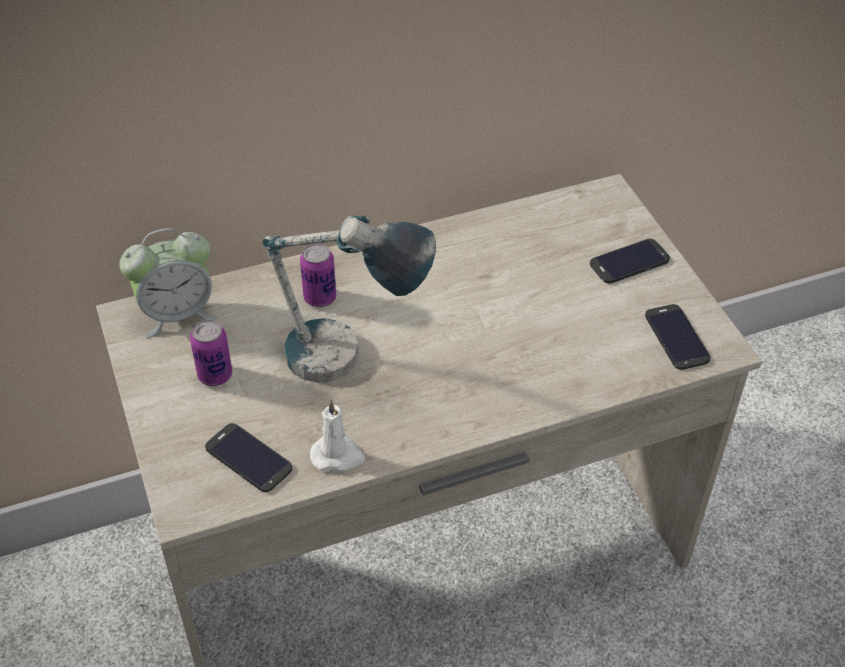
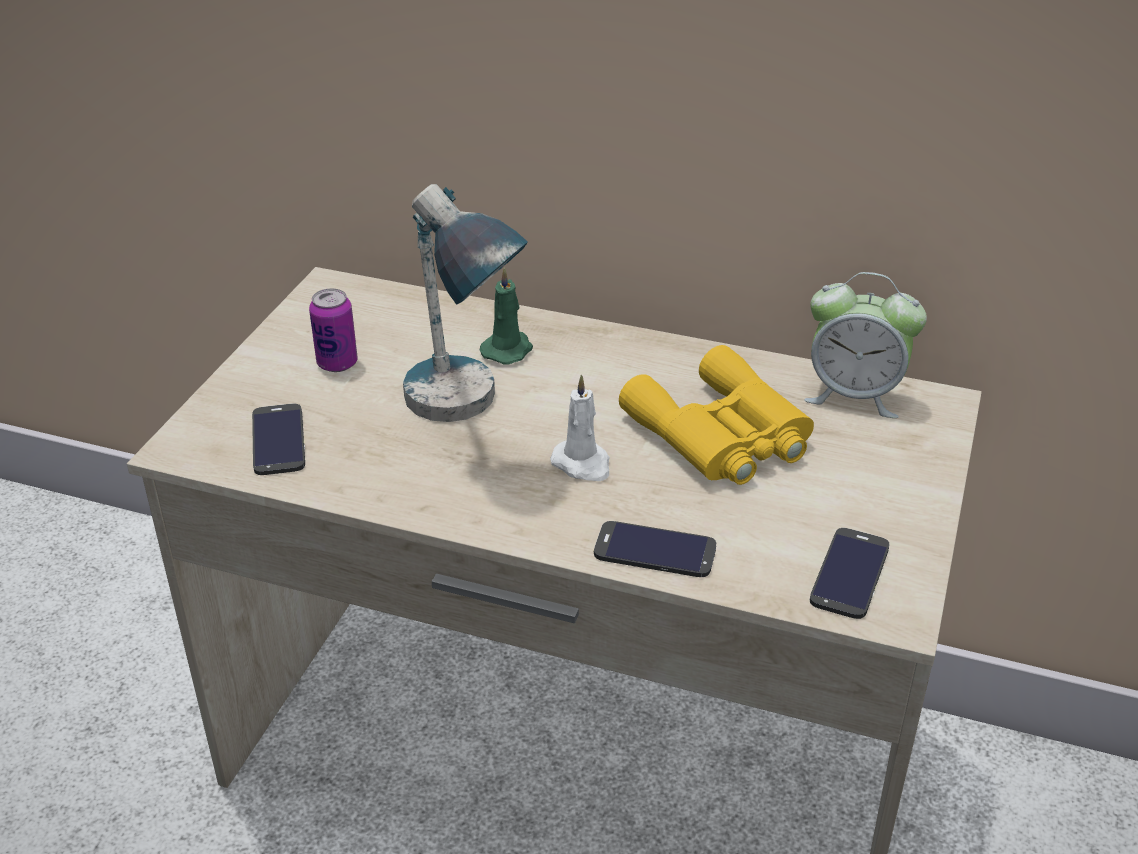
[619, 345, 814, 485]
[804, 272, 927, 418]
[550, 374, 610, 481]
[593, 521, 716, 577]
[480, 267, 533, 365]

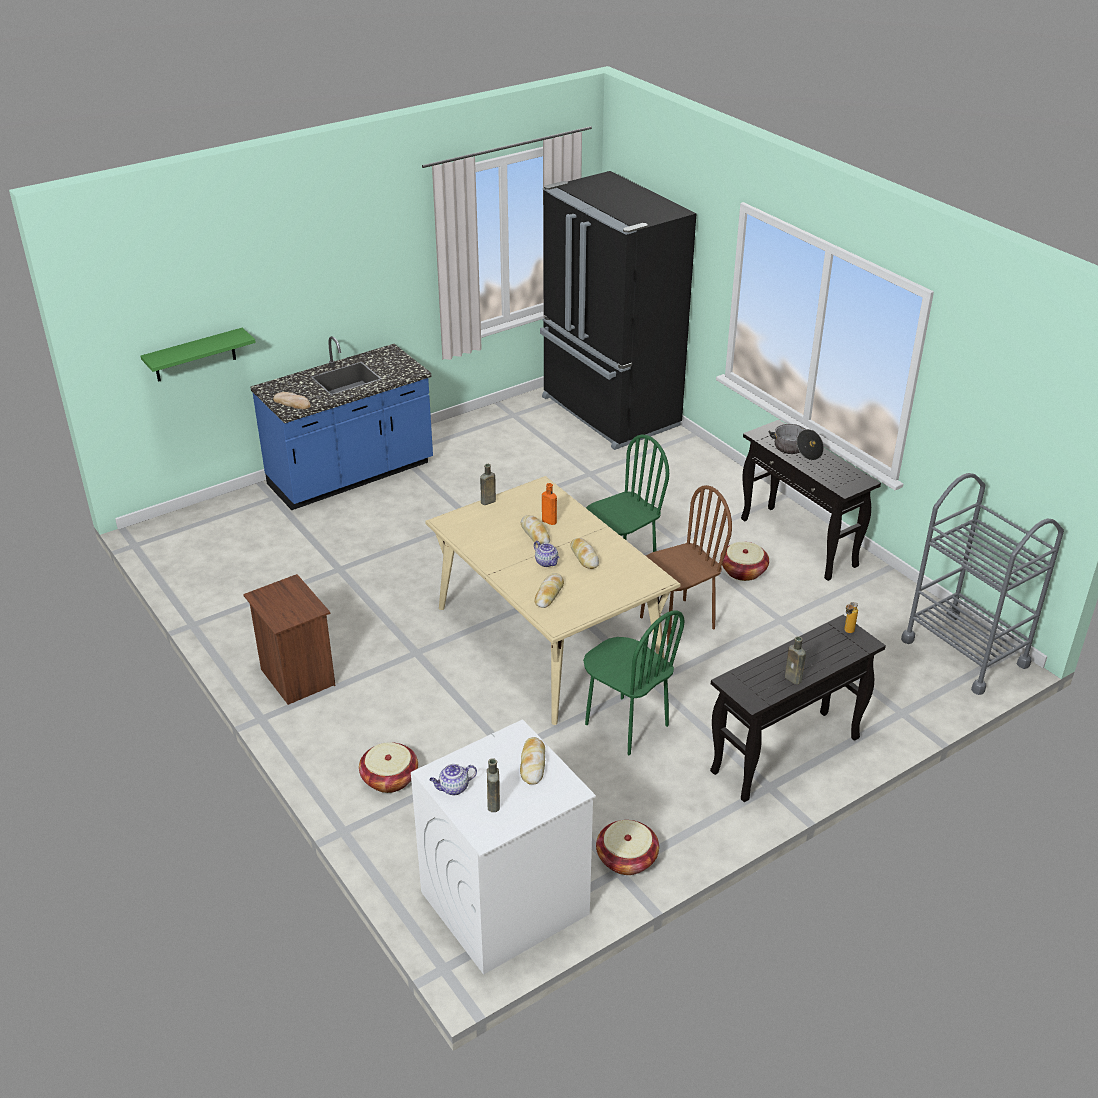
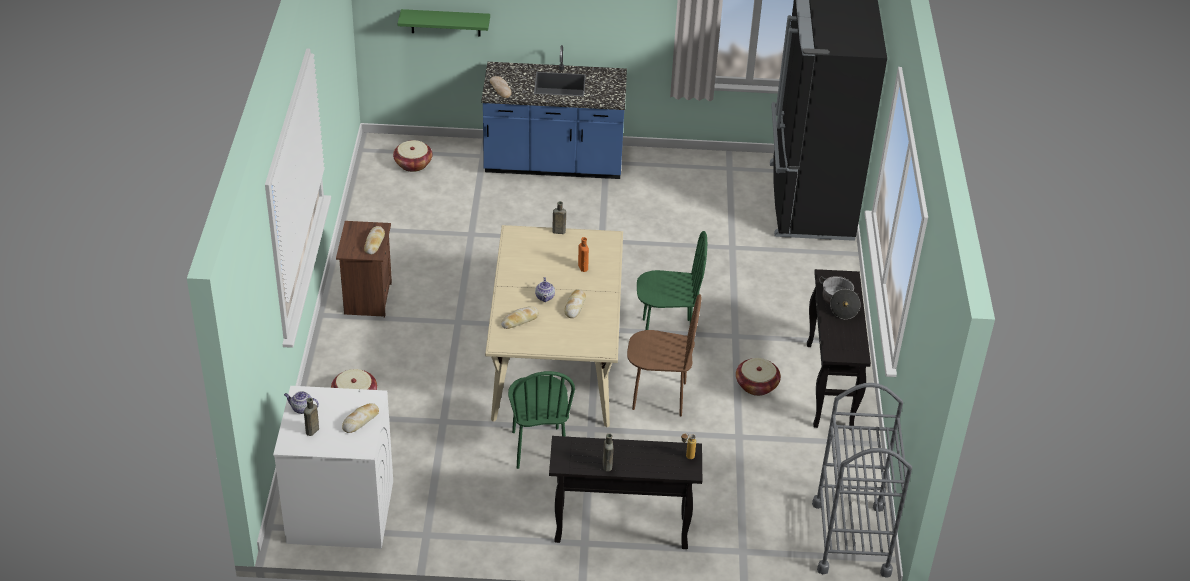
[364, 226, 385, 255]
[393, 140, 433, 172]

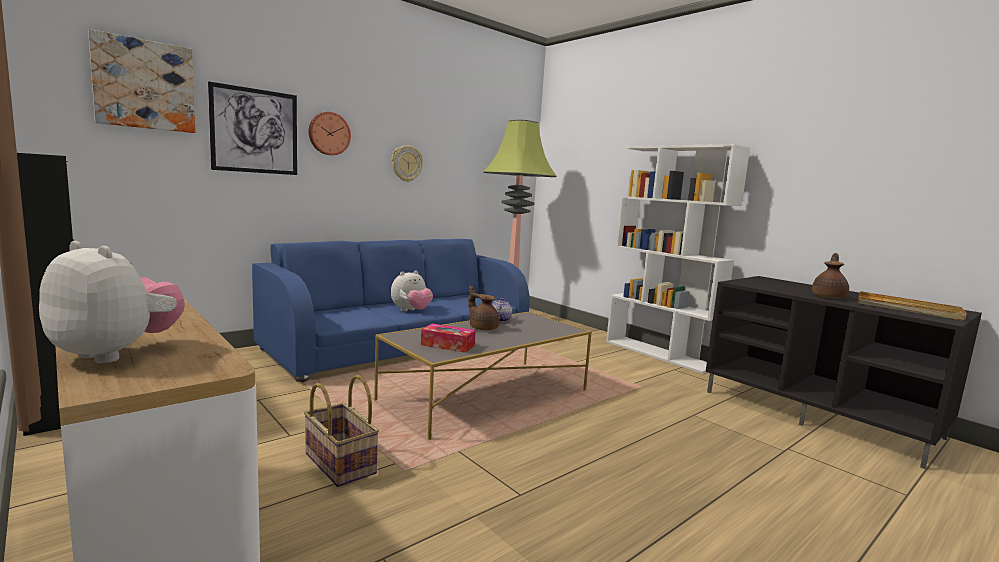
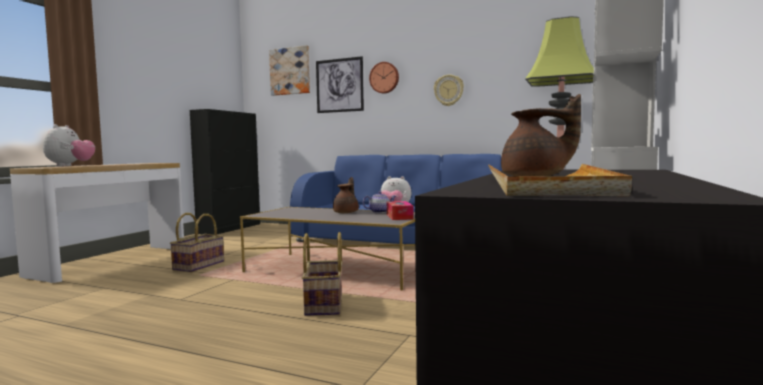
[302, 232, 342, 316]
[387, 201, 414, 220]

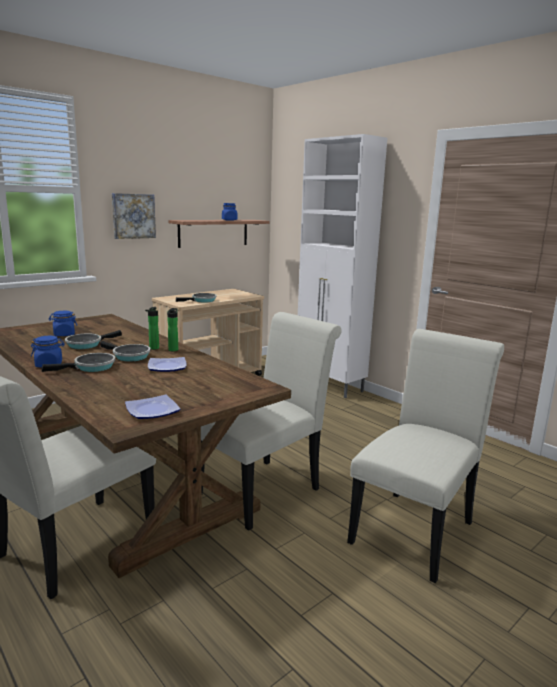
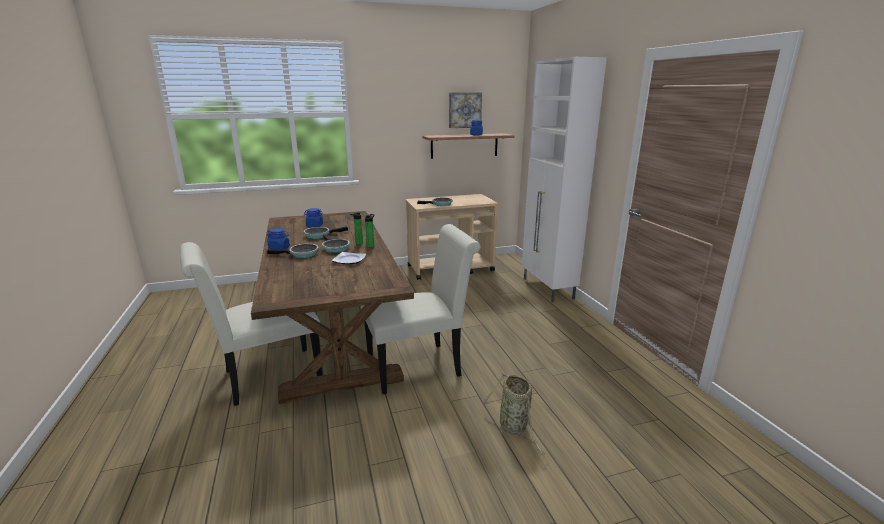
[125, 394, 181, 419] (first image)
[449, 93, 482, 128]
[482, 373, 546, 454]

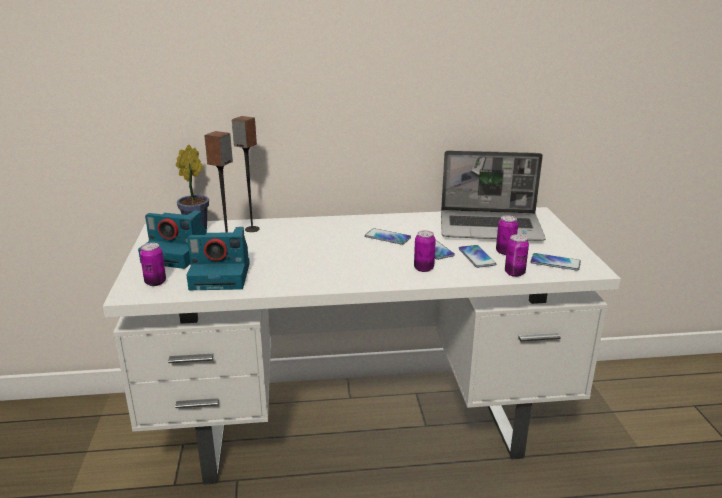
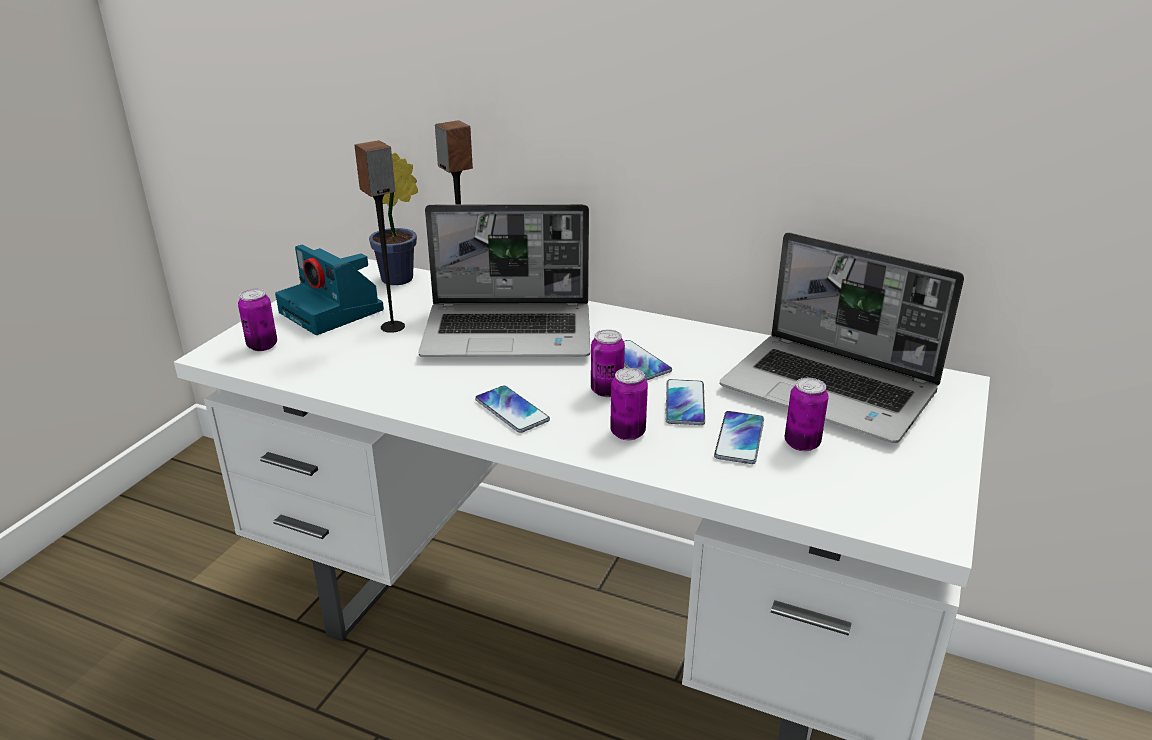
[186, 227, 250, 290] (first image)
[418, 204, 591, 357]
[591, 330, 625, 397]
[475, 386, 550, 433]

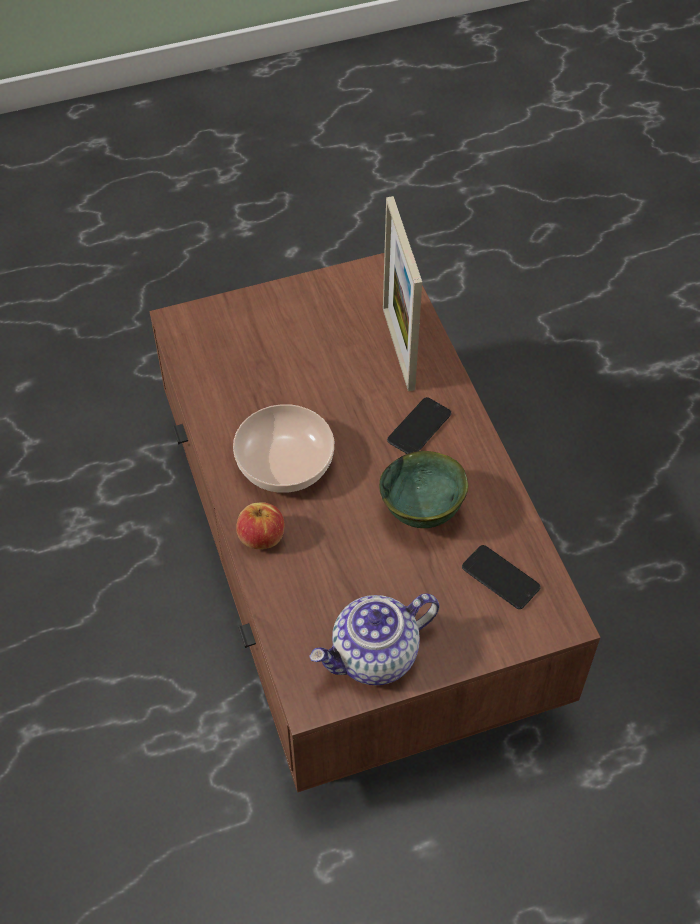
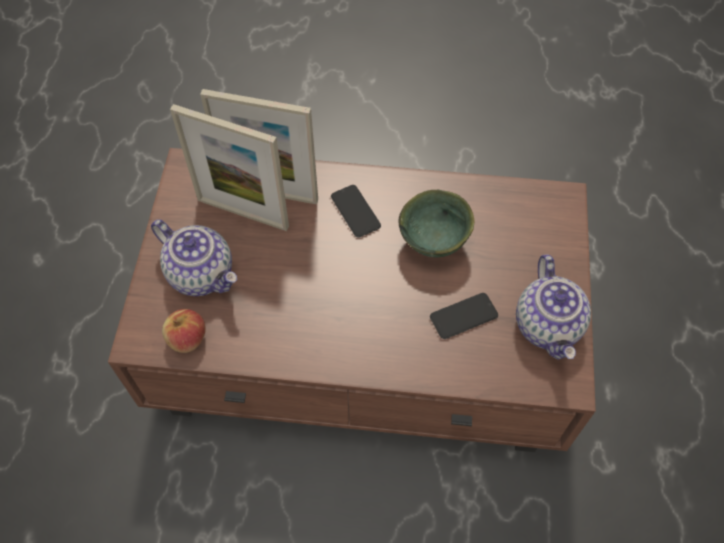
[233, 404, 334, 493] (first image)
[151, 219, 237, 296]
[170, 104, 289, 231]
[162, 309, 206, 353]
[430, 293, 498, 339]

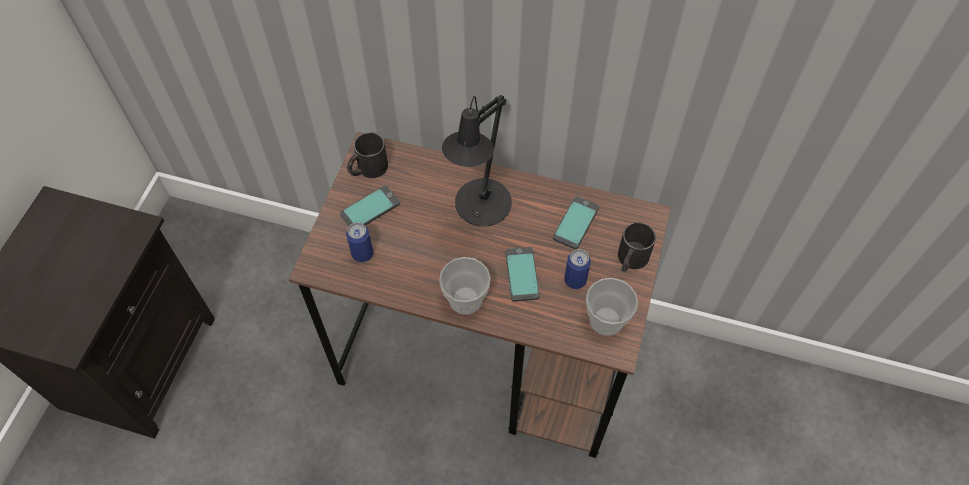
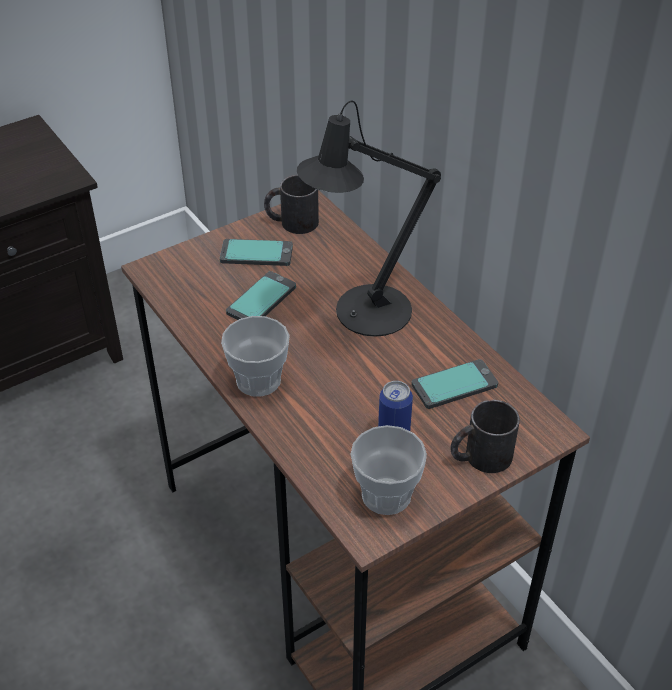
[346, 222, 373, 262] (first image)
[226, 271, 296, 320]

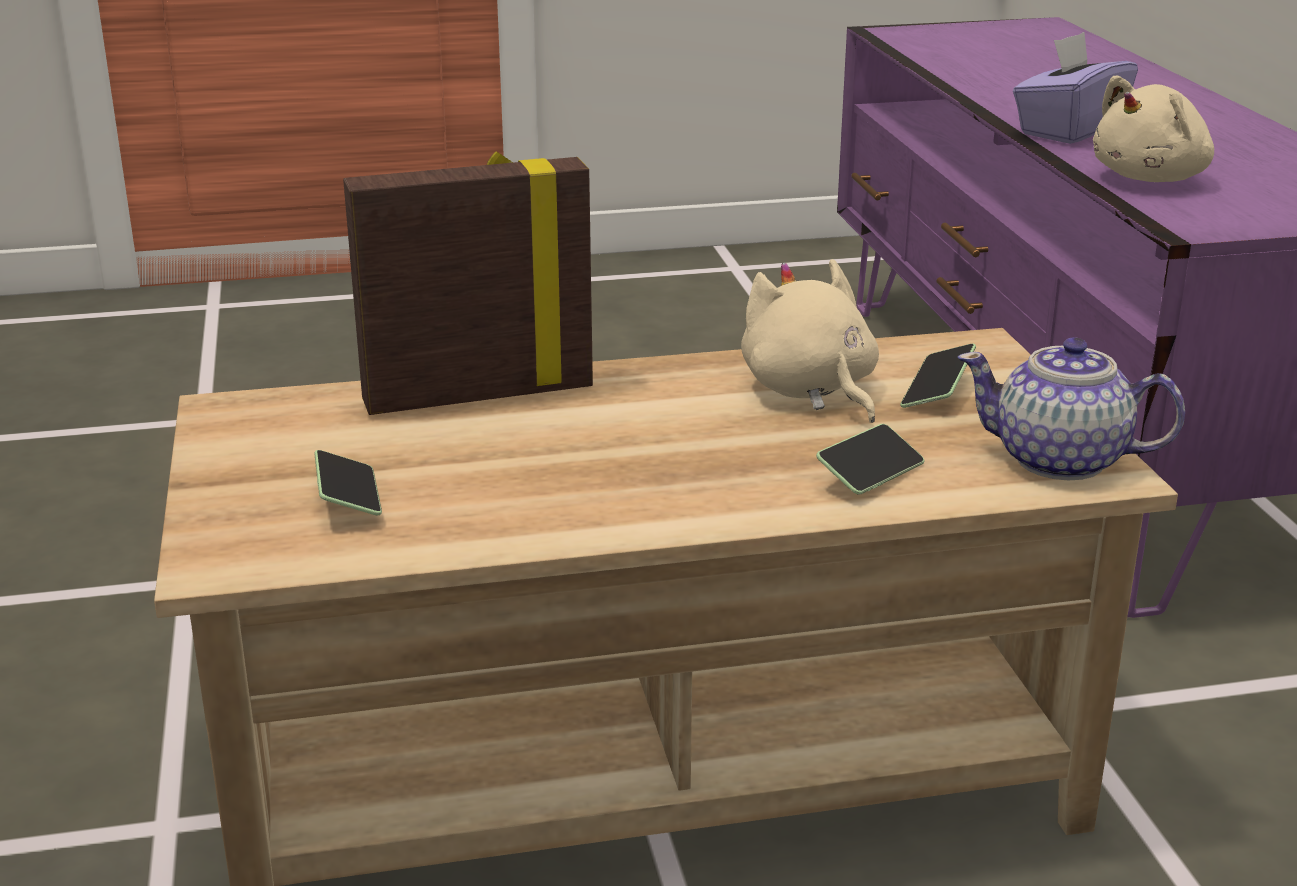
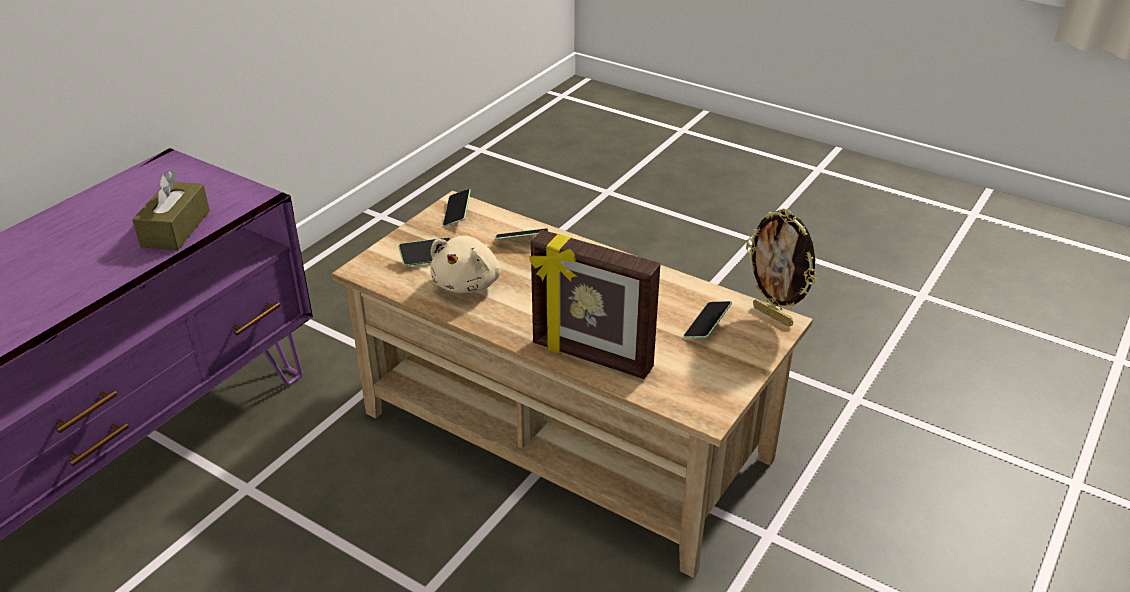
[1013, 32, 1138, 144] (first image)
[746, 209, 817, 326]
[443, 189, 471, 227]
[132, 171, 210, 250]

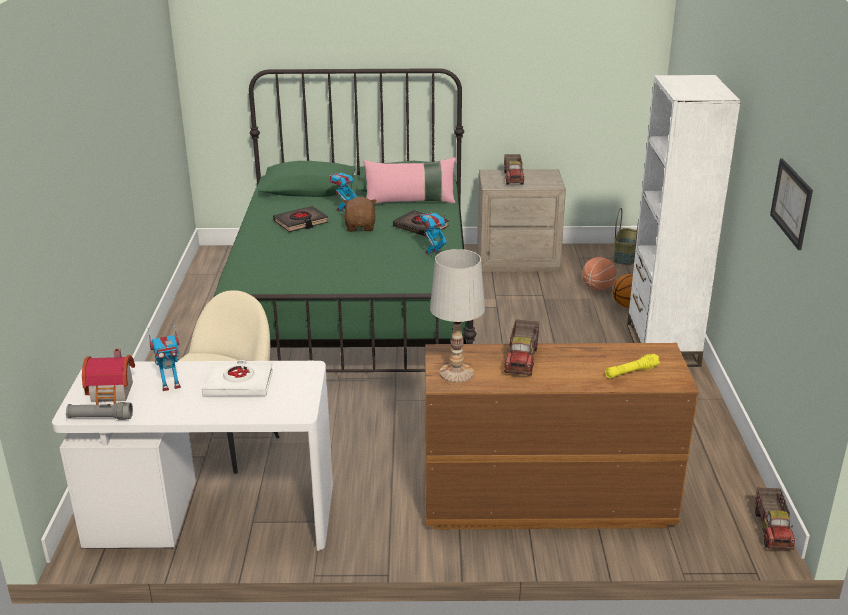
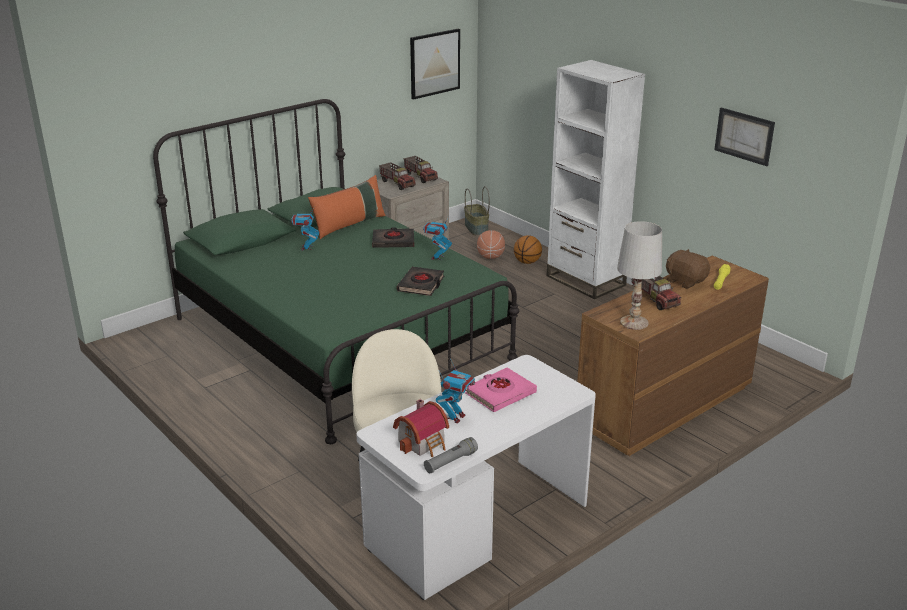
[410, 29, 460, 100]
[397, 267, 444, 296]
[666, 249, 710, 289]
[404, 156, 438, 183]
[465, 368, 537, 412]
[308, 175, 386, 239]

